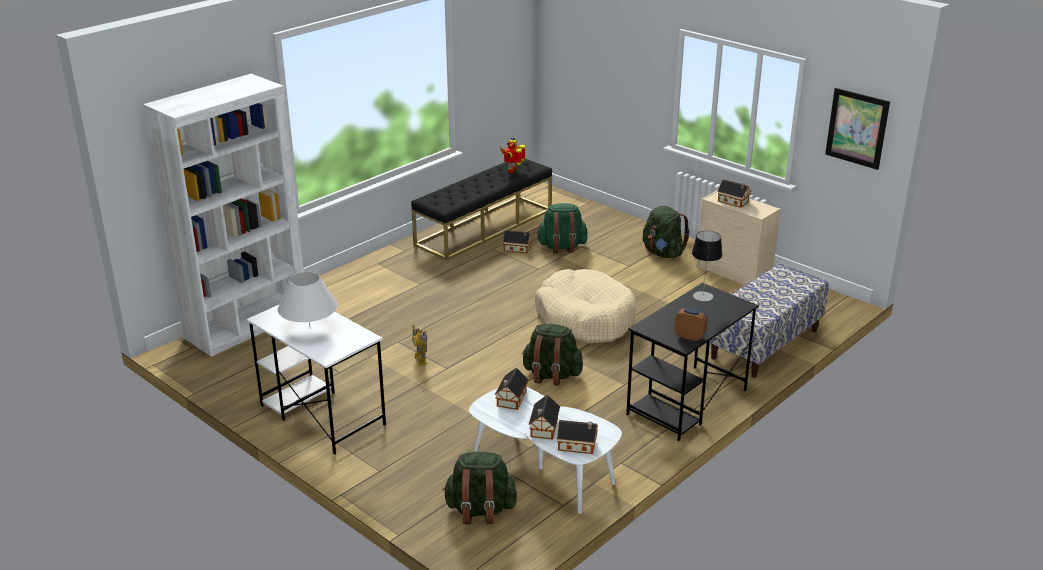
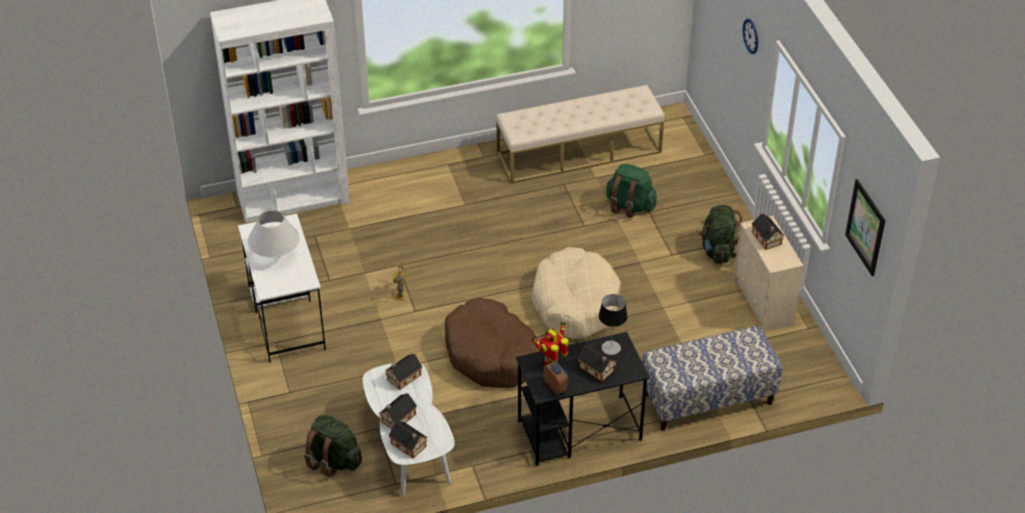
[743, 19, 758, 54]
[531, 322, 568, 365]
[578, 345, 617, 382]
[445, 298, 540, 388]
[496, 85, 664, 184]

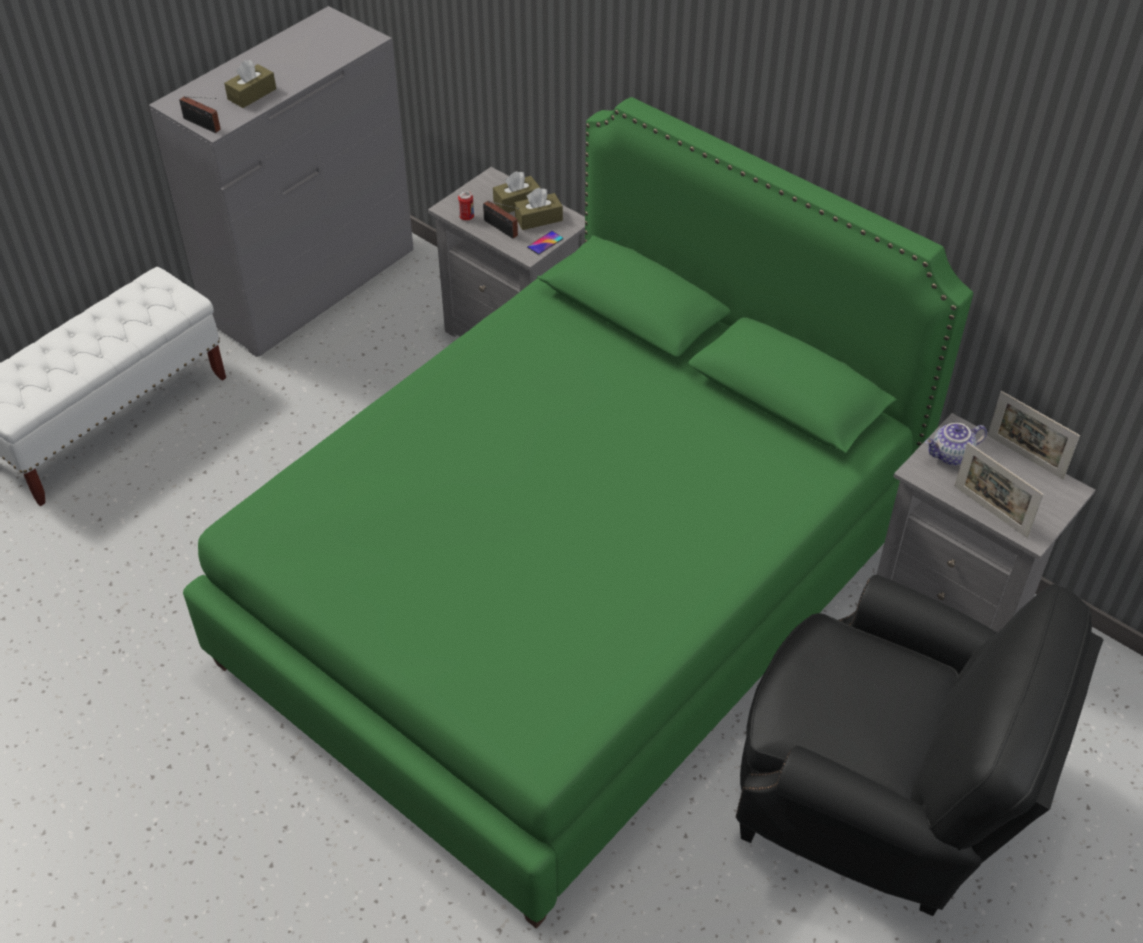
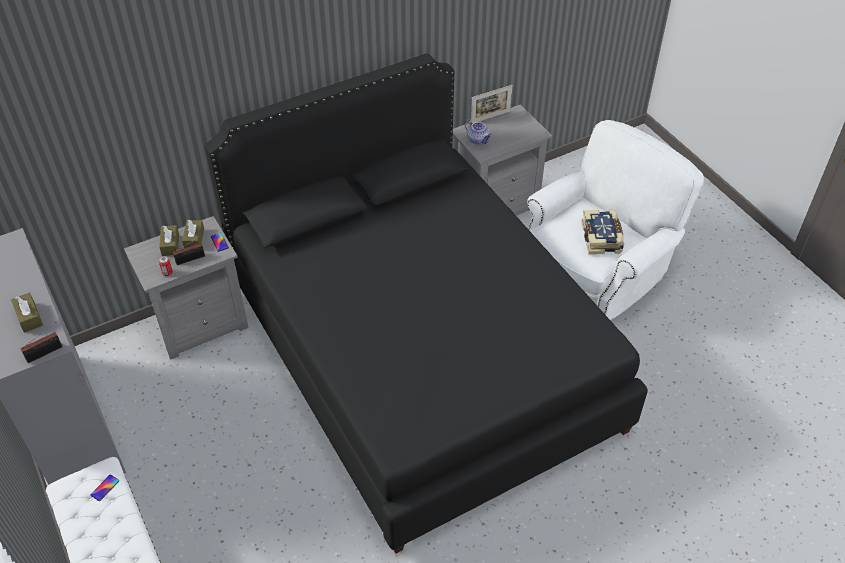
[954, 442, 1044, 538] (first image)
[90, 474, 119, 501]
[581, 209, 624, 254]
[204, 53, 648, 554]
[527, 120, 704, 320]
[465, 120, 492, 145]

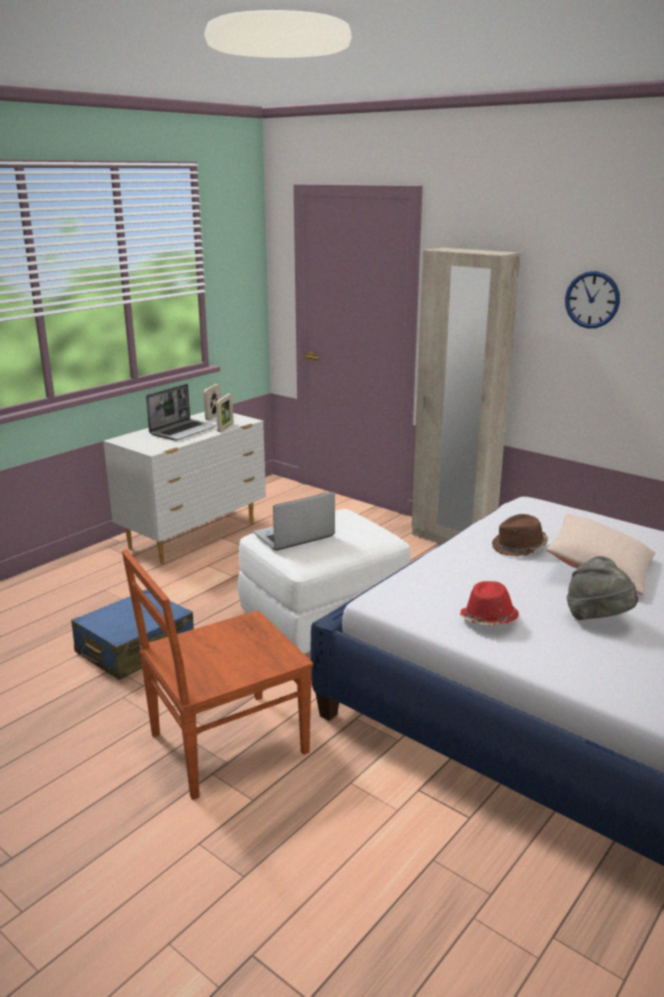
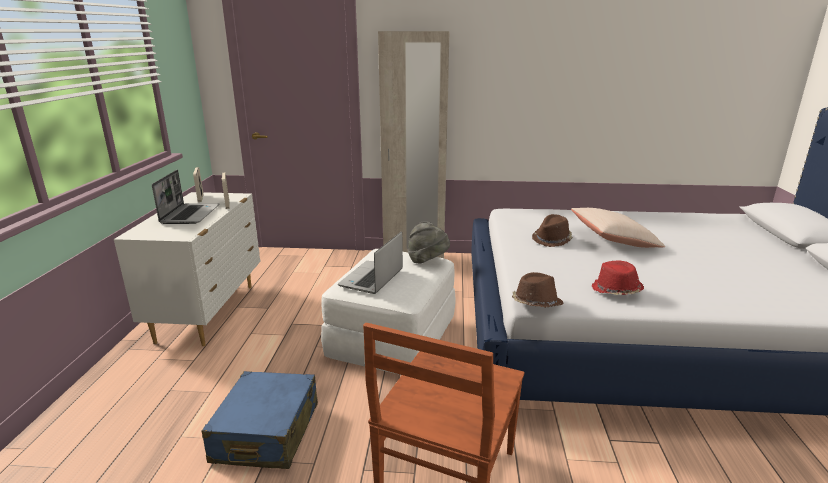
[565, 271, 620, 328] (first image)
[512, 272, 563, 308]
[408, 221, 450, 264]

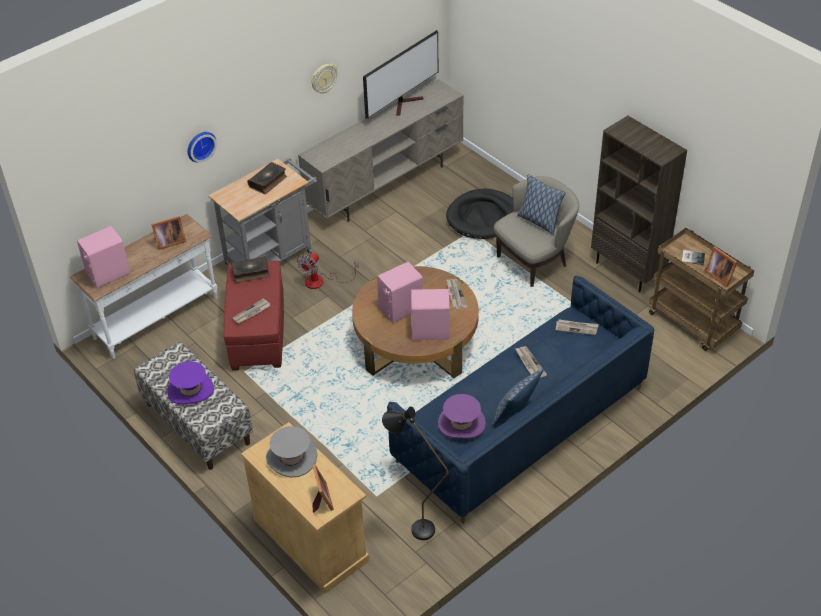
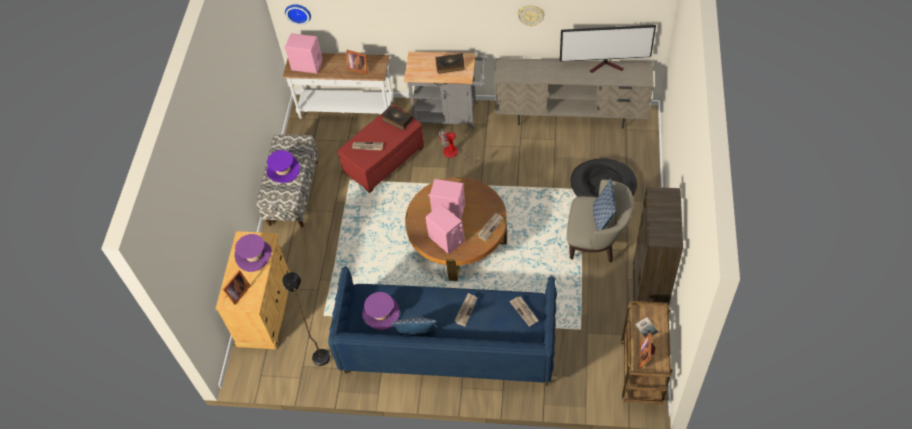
[285, 4, 311, 25]
[234, 234, 272, 272]

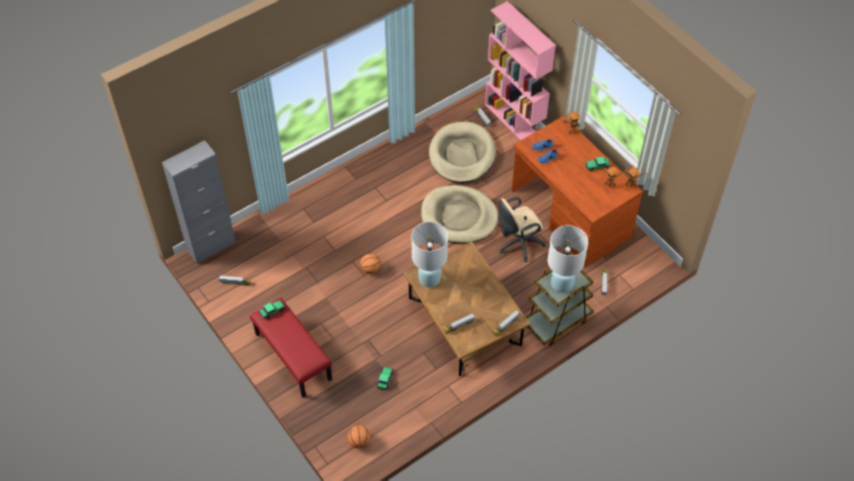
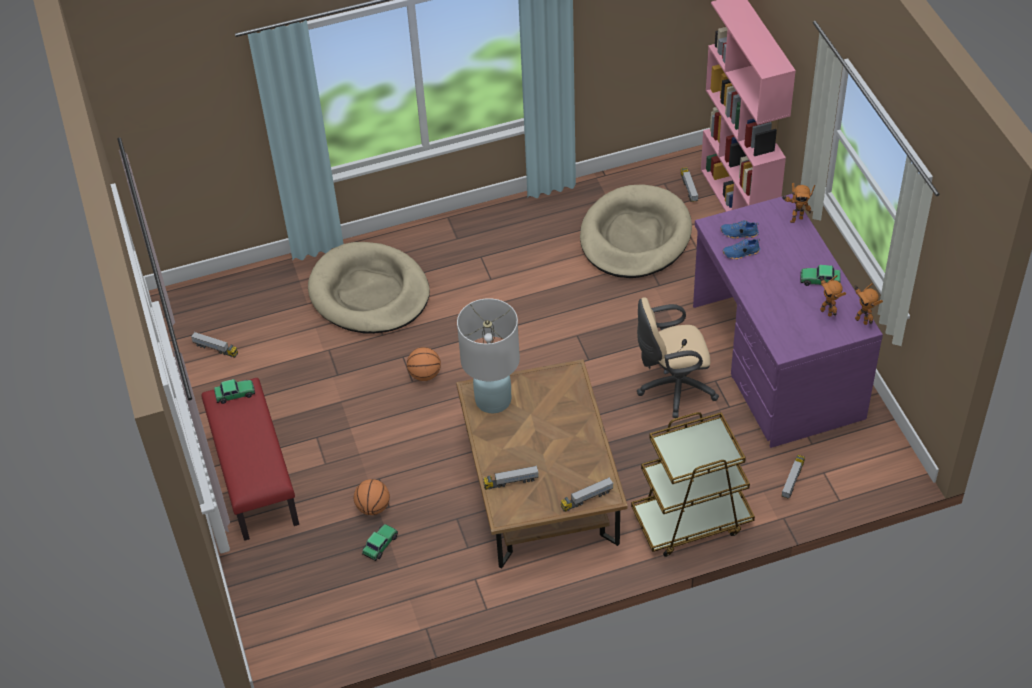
[162, 140, 236, 264] (first image)
[547, 225, 588, 293] (first image)
[354, 479, 390, 515]
[308, 242, 430, 334]
[693, 194, 883, 448]

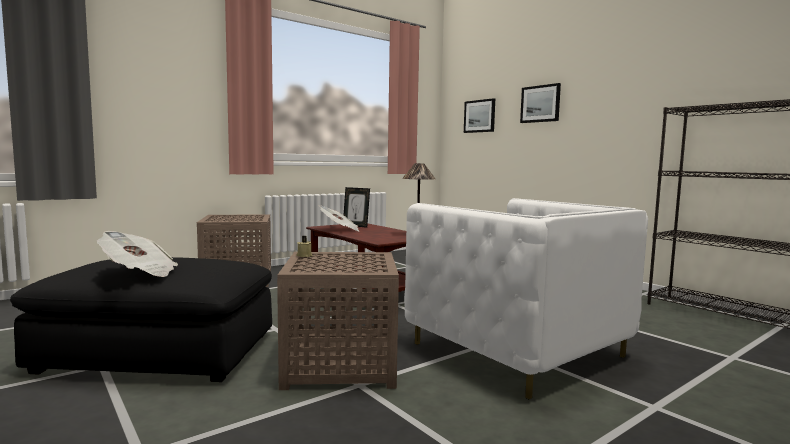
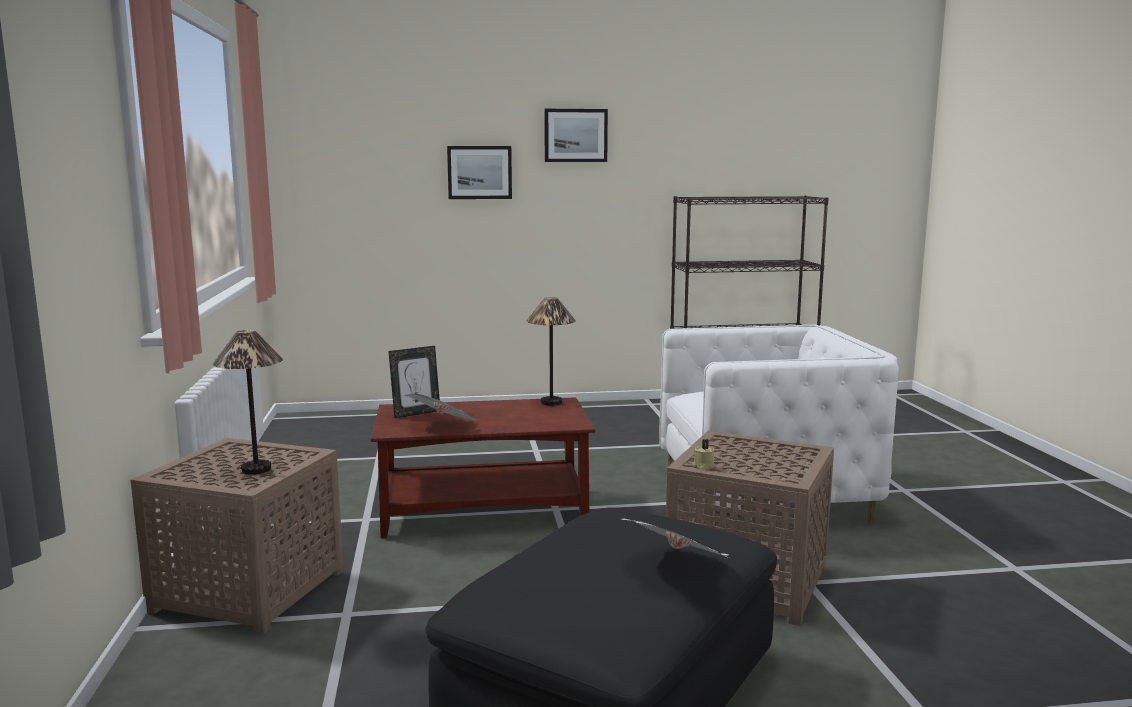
[213, 330, 283, 475]
[544, 109, 608, 162]

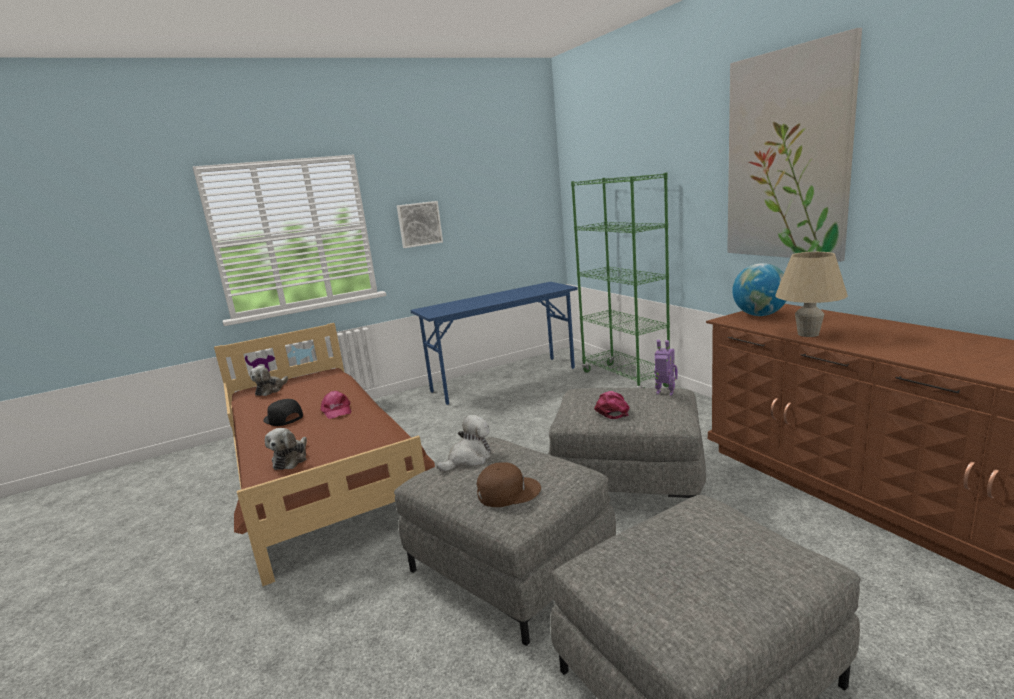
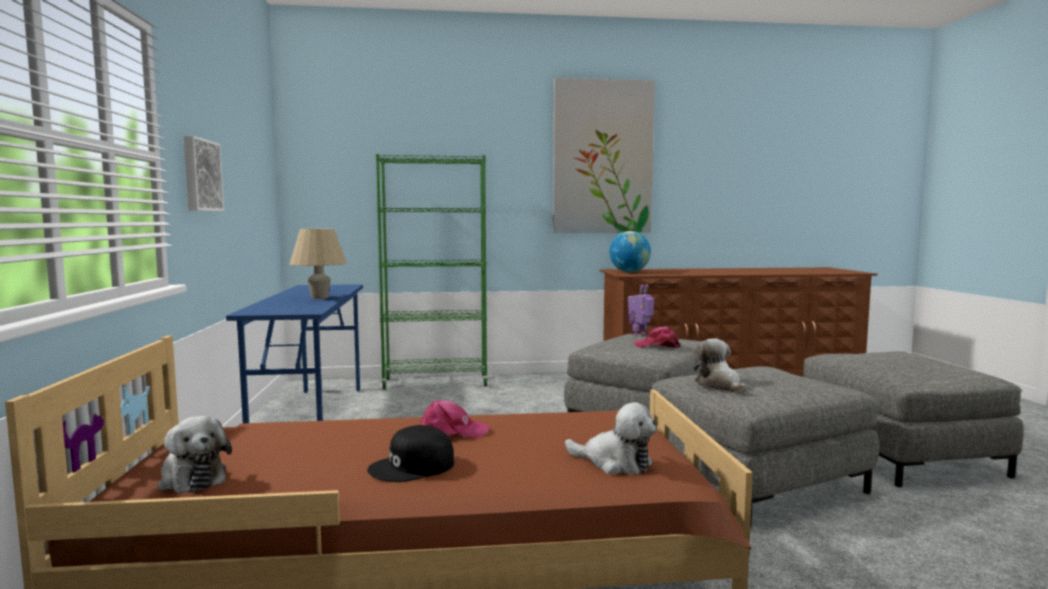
[477, 462, 541, 507] (first image)
[290, 229, 347, 299]

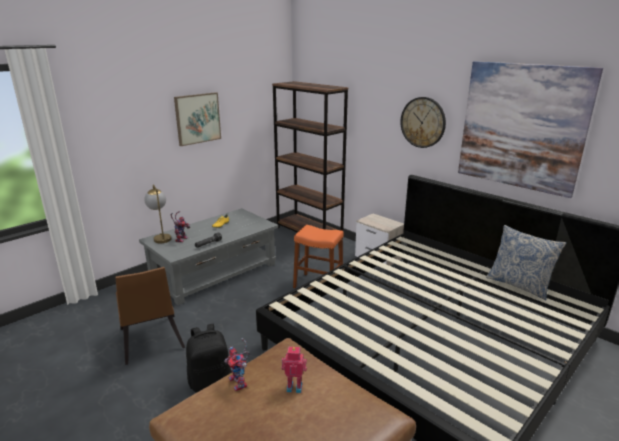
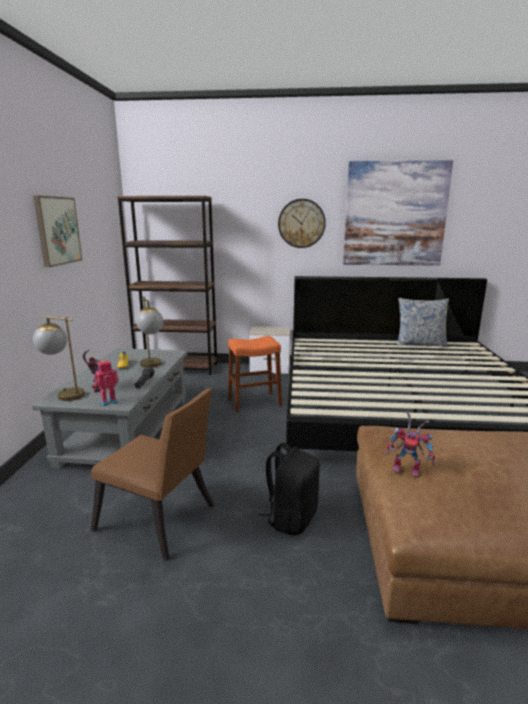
[136, 297, 163, 367]
[93, 360, 119, 406]

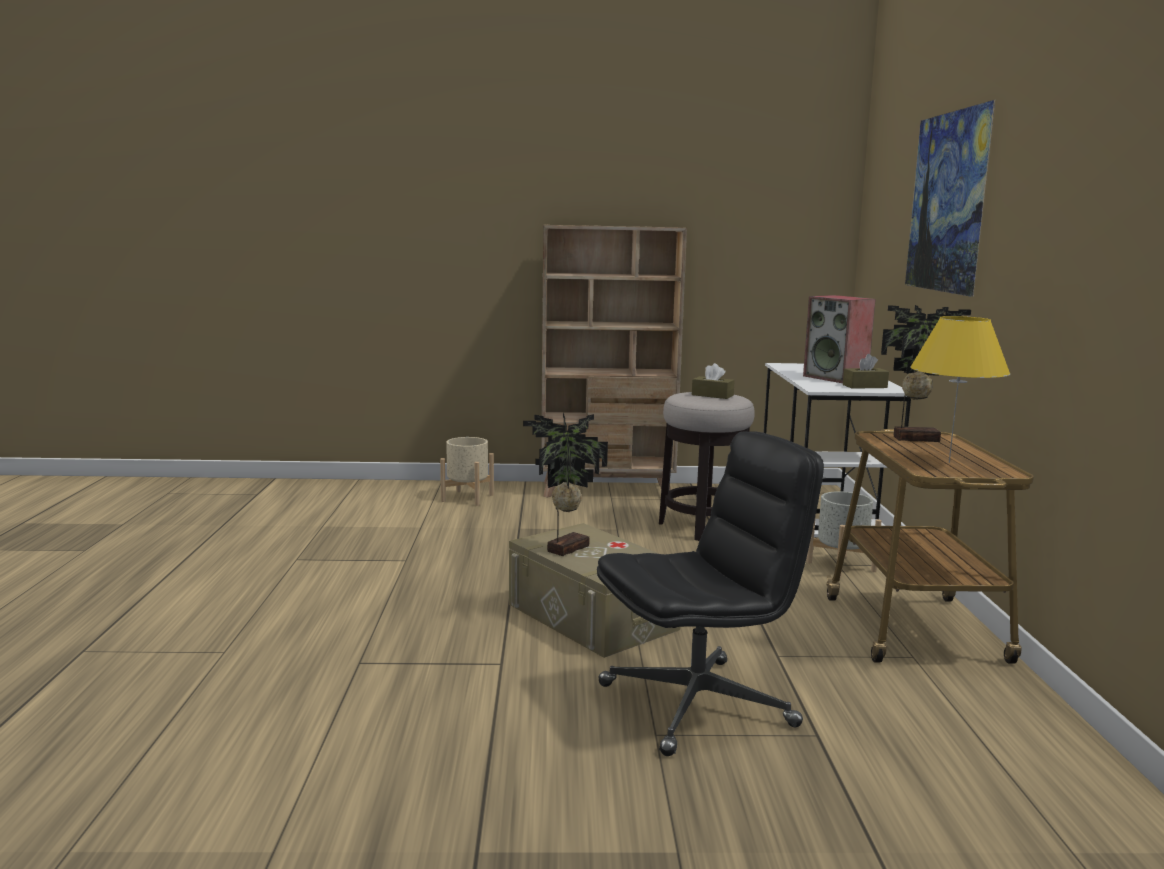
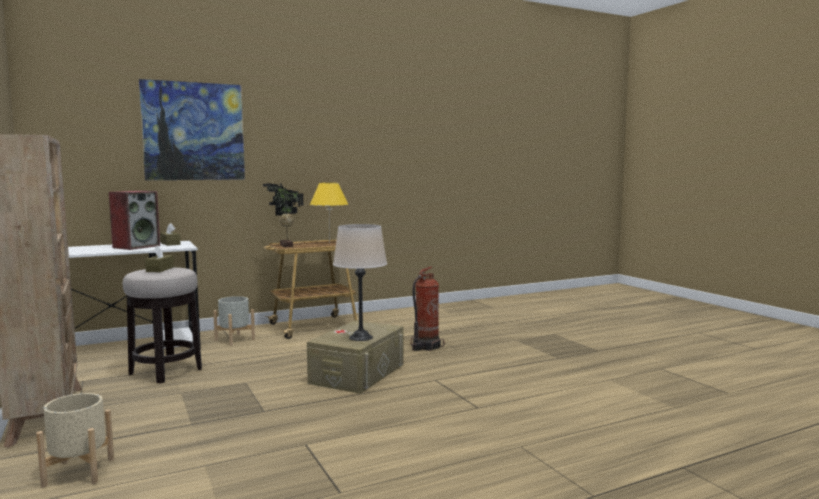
[333, 224, 387, 341]
[411, 266, 444, 351]

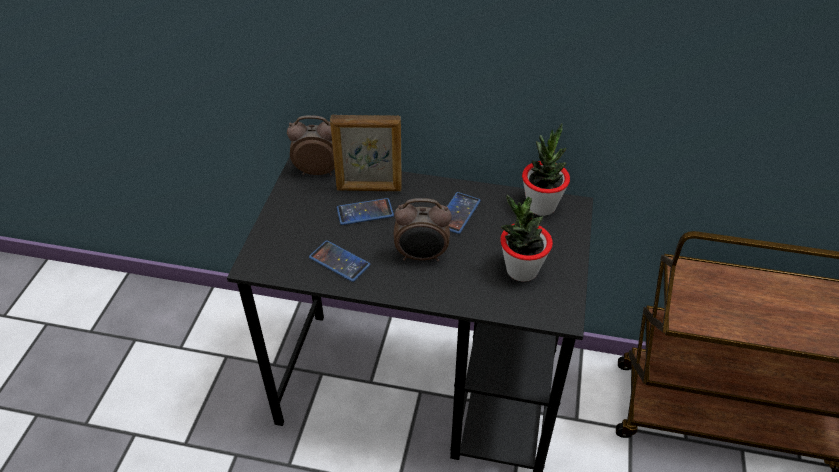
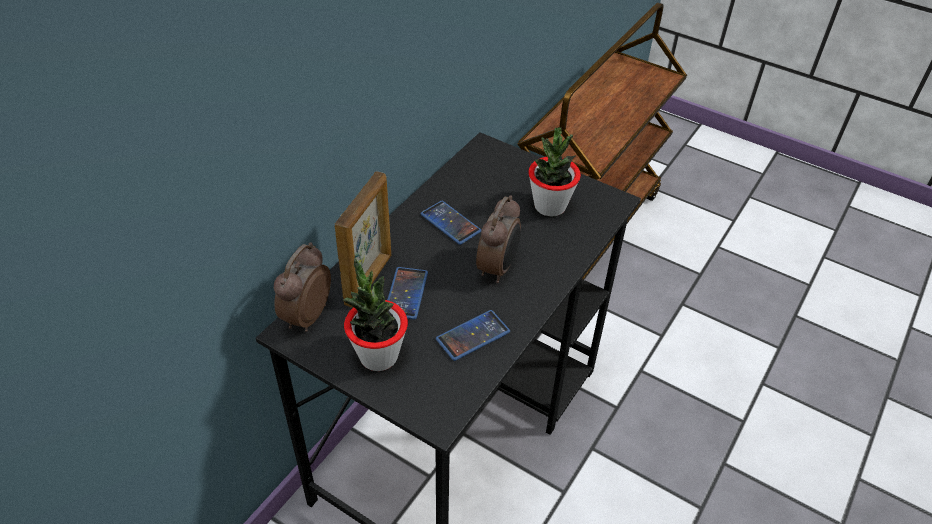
[343, 258, 408, 371]

